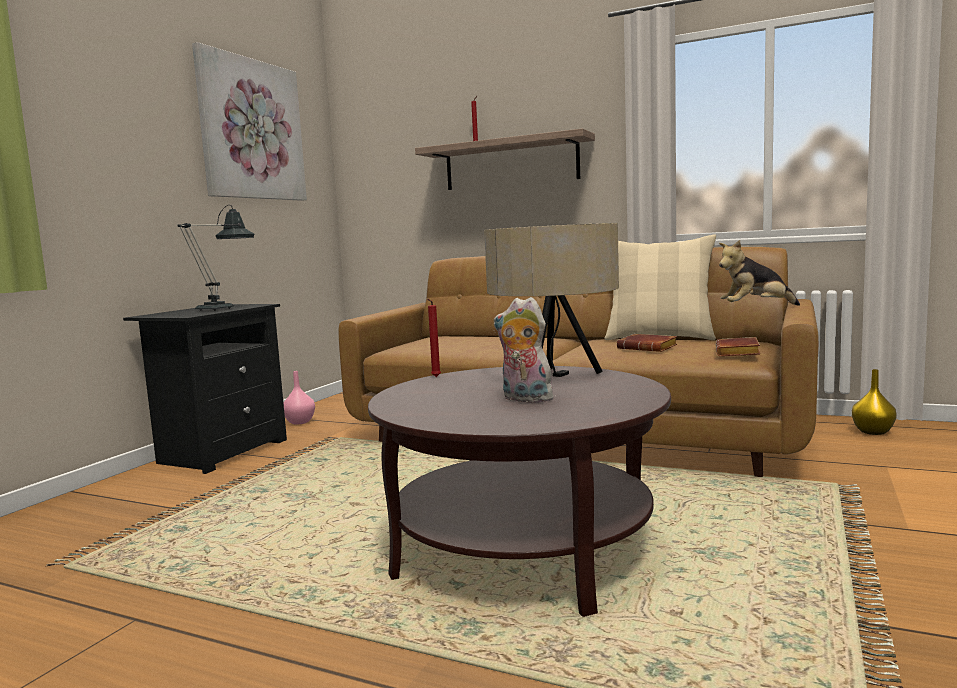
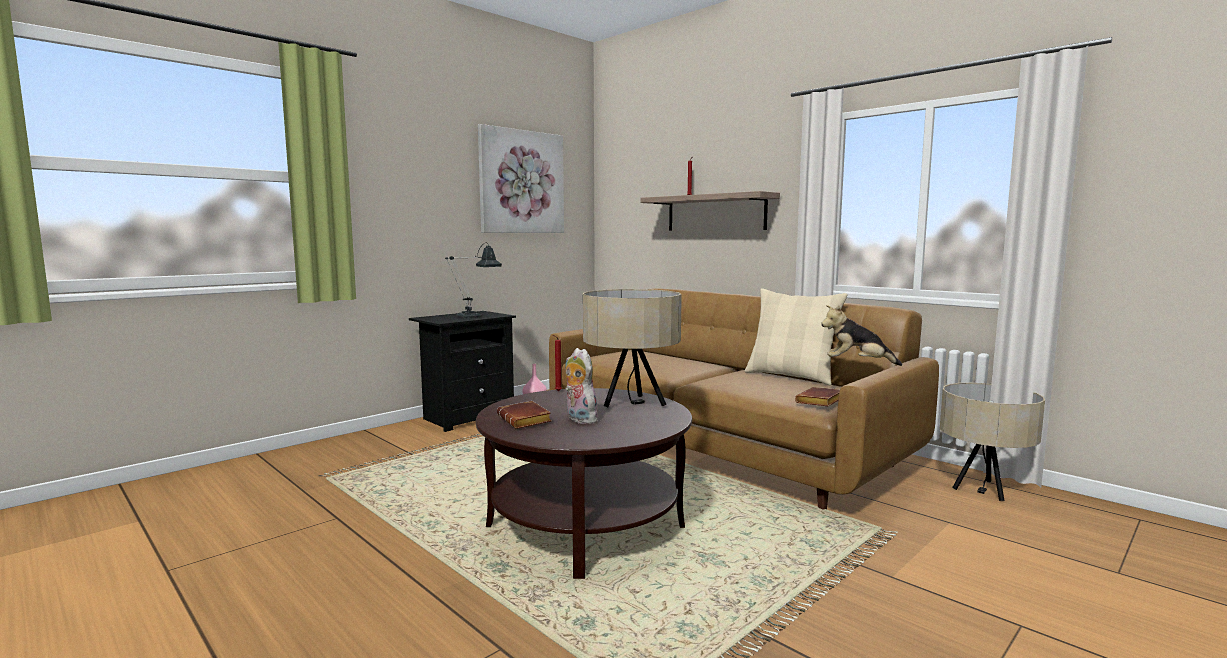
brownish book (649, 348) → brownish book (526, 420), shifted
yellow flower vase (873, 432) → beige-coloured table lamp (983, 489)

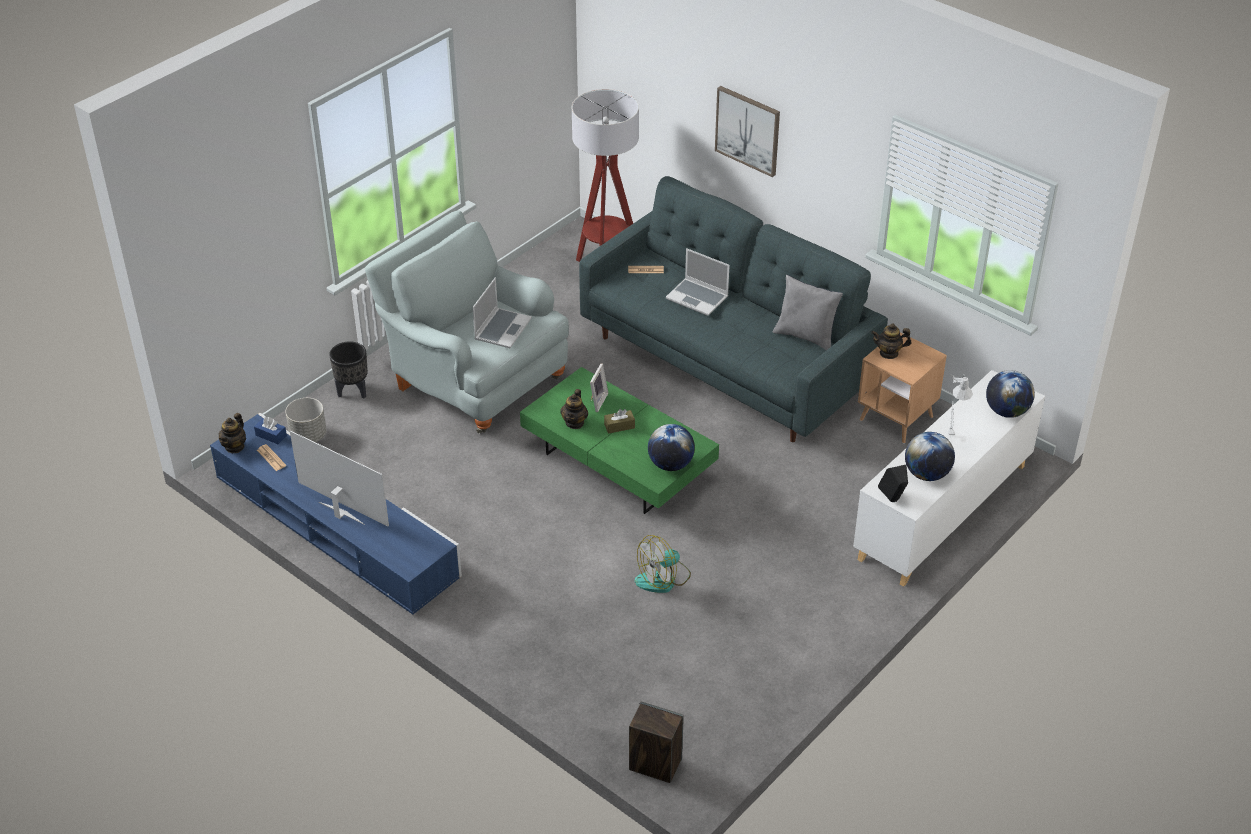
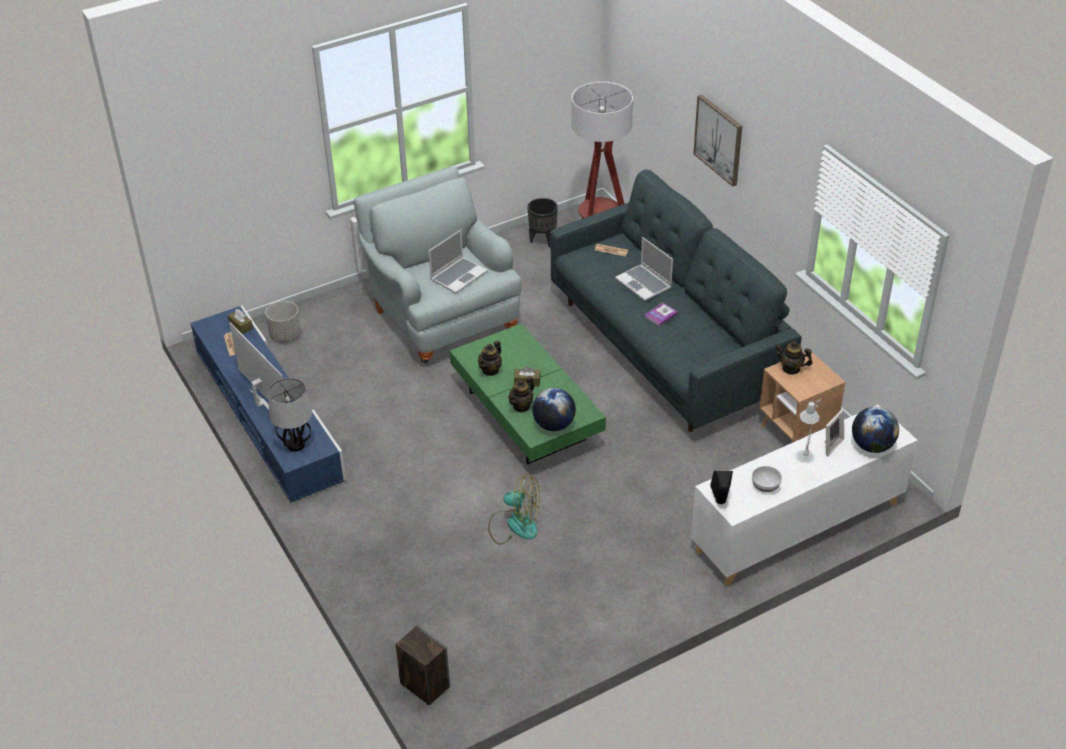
grey pillow (806, 336) → -
- → table lamp (296, 445)
- → book (661, 315)
pot for tea (234, 446) → pot for tea (521, 406), shifted
black-coloured planter (353, 391) → black-coloured planter (543, 240), shifted
standing frame (596, 401) → standing frame (829, 445), shifted
globe (927, 474) → serving bowl (765, 486)
blue tissue box (271, 435) → brownish tissue box (241, 326)
electric fan (663, 579) → electric fan (514, 524), 150 degrees counterclockwise

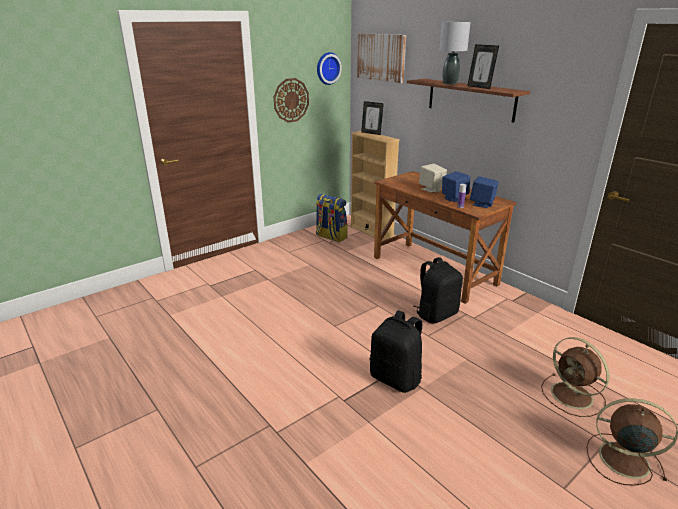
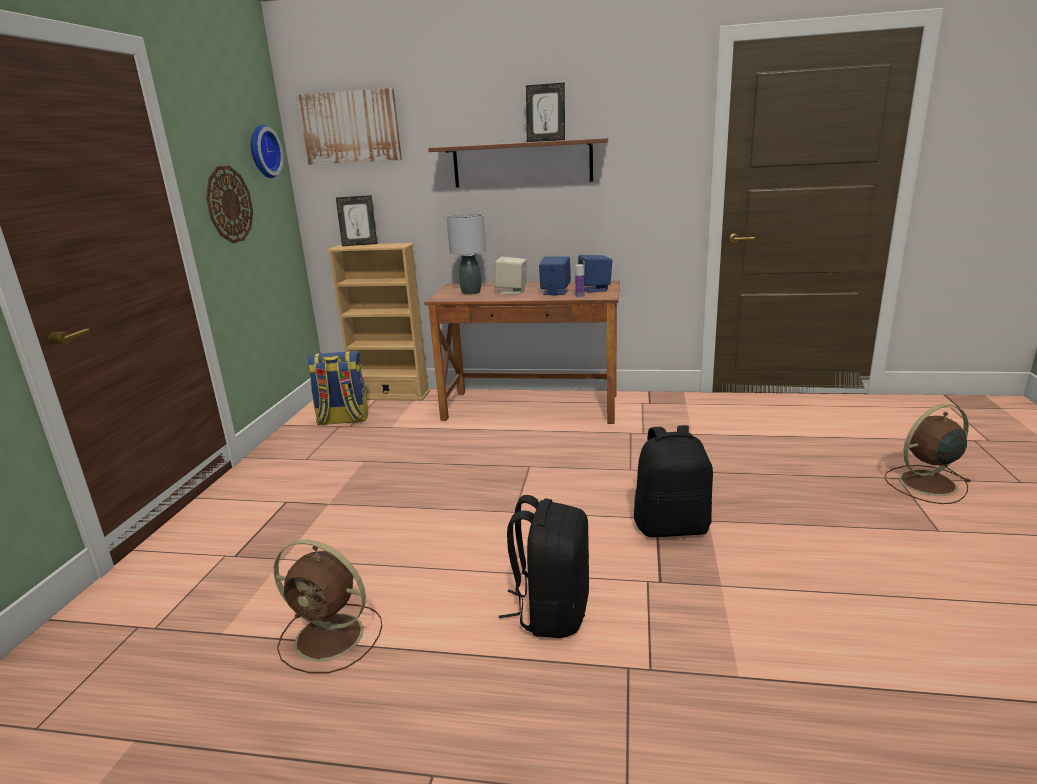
black-coloured backpack (436, 314) → black-coloured backpack (551, 611), shifted
grey table lamp (449, 83) → grey table lamp (471, 292), shifted
brownish electric fan (573, 396) → brownish electric fan (332, 637), shifted

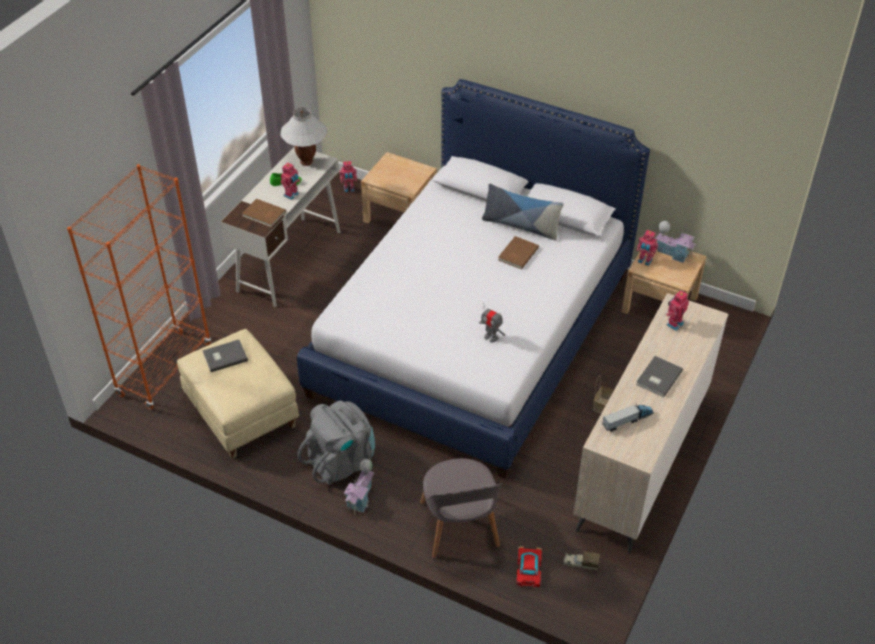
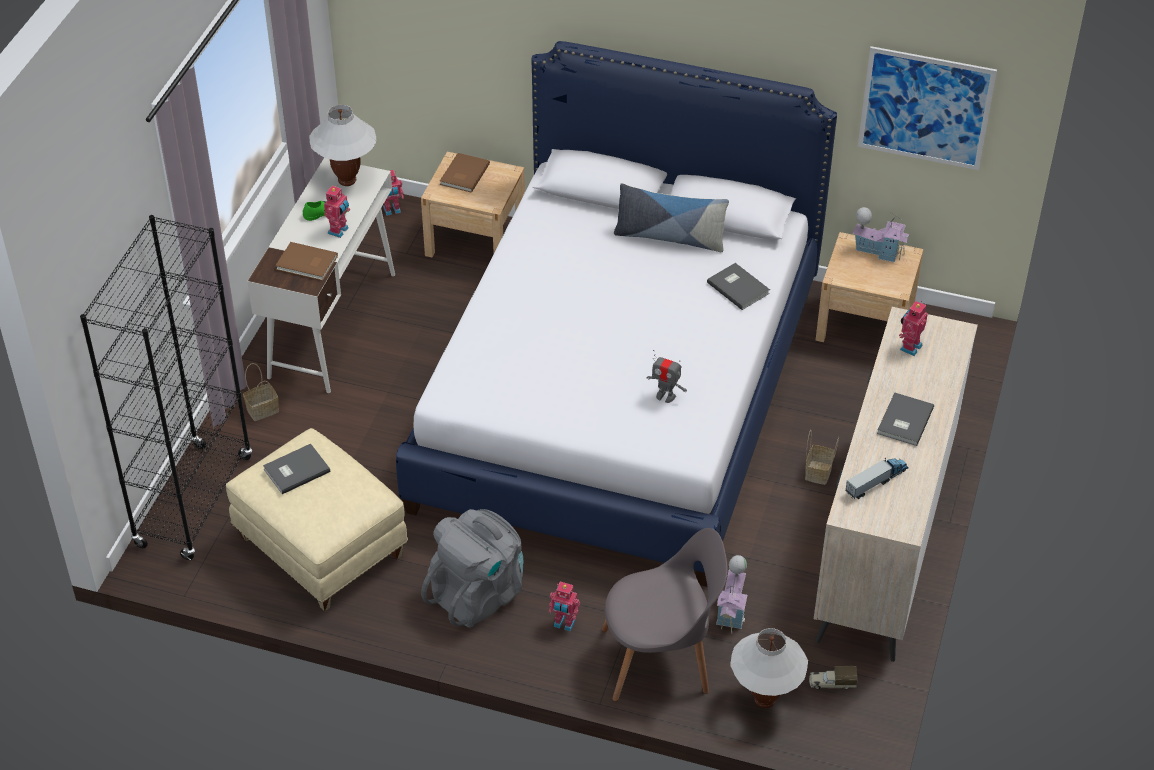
- → storage basket (262, 410)
- → grey book (738, 287)
- → picture (925, 108)
miniature house (361, 498) → miniature house (732, 610), shifted
brownish book (517, 254) → brownish book (463, 174), shifted
model robot (644, 261) → model robot (564, 624), shifted
miniature car (528, 569) → white table lamp (764, 700)
orange bookshelf (165, 369) → black-coloured bookshelf (194, 501)
grey plain chair (459, 527) → grey plain chair (661, 659), 75 degrees counterclockwise

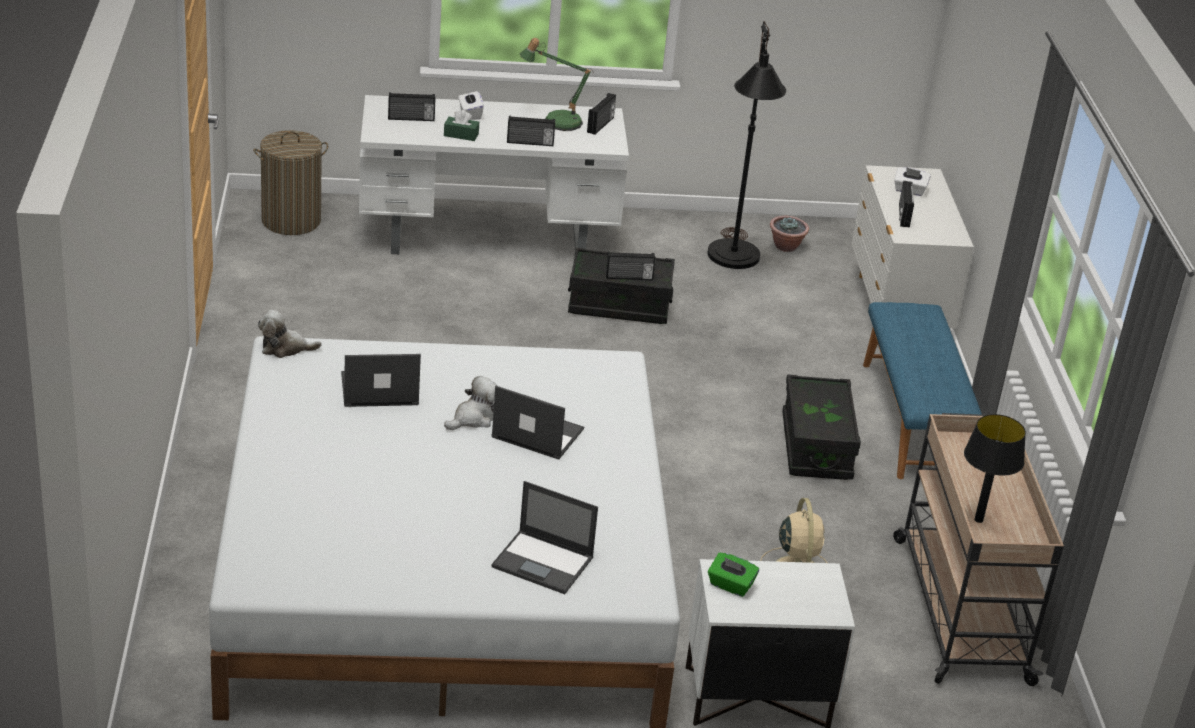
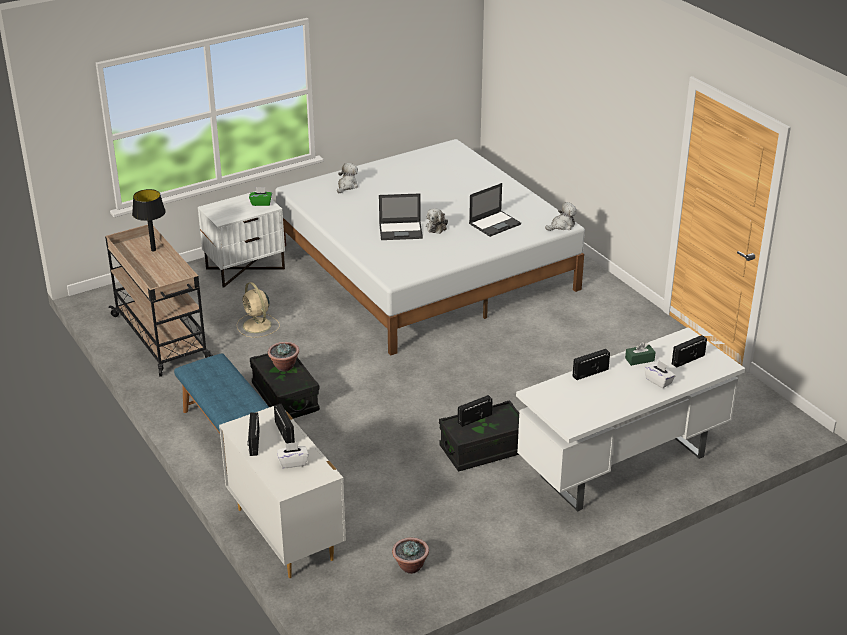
hamper (291, 221) → -
table lamp (556, 121) → -
black-coloured standard lamp (733, 263) → -
- → houseplant (284, 366)
radio receiver (601, 125) → radio receiver (253, 443), shifted
laptop (544, 562) → soft toy (347, 186)

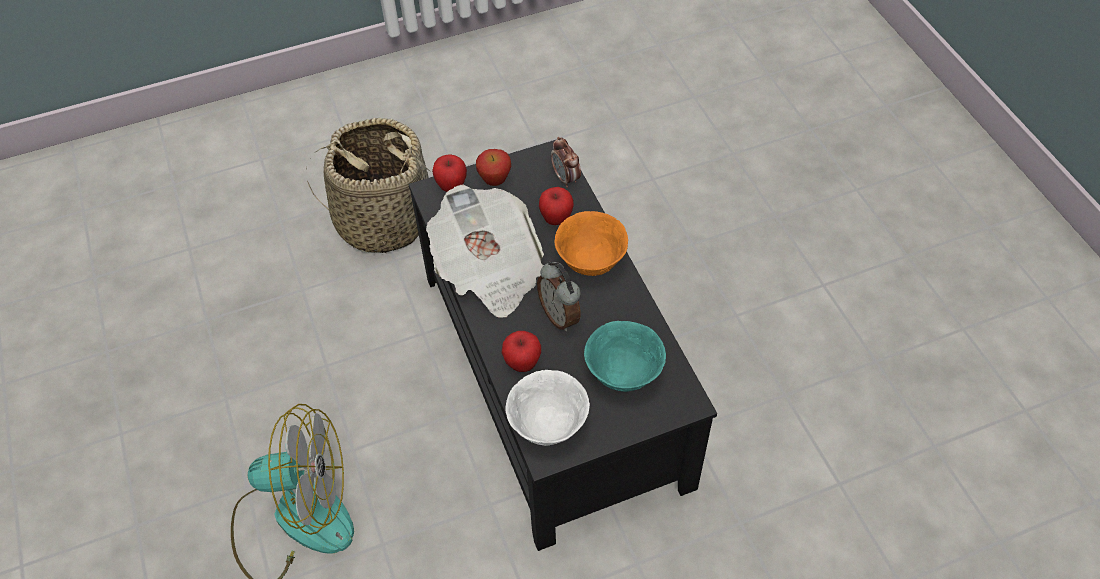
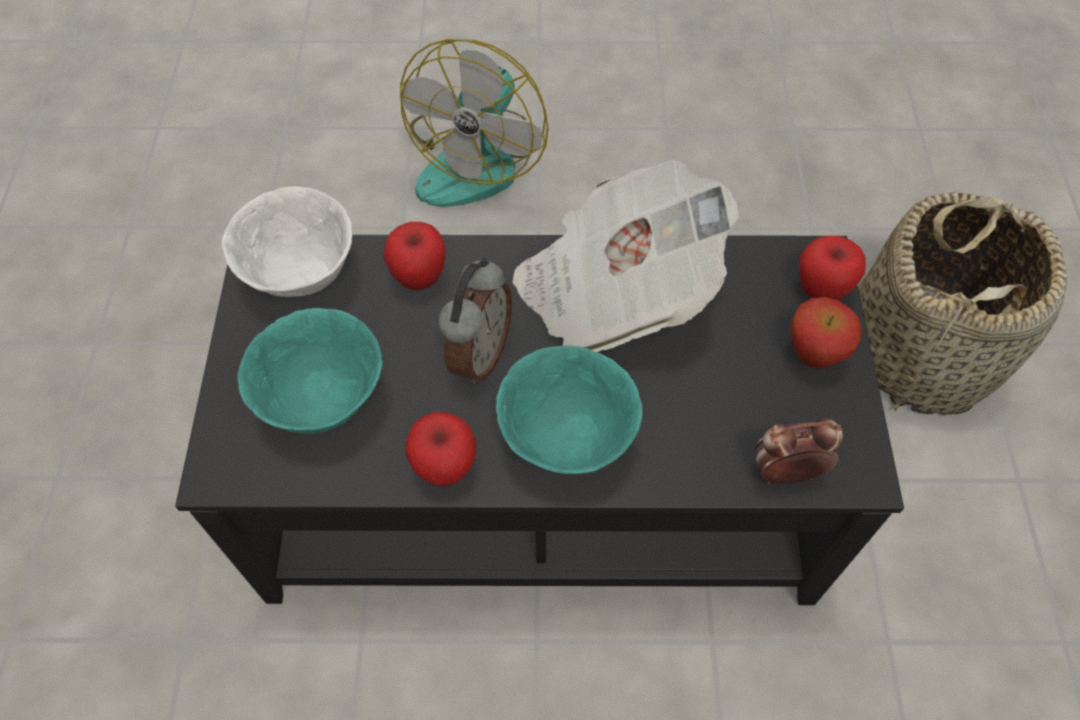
apple (556, 219) → apple (445, 468), shifted
orange serving bowl (591, 262) → turquoise serving bowl (567, 439)
table clock (560, 315) → table clock (478, 354), 120 degrees clockwise

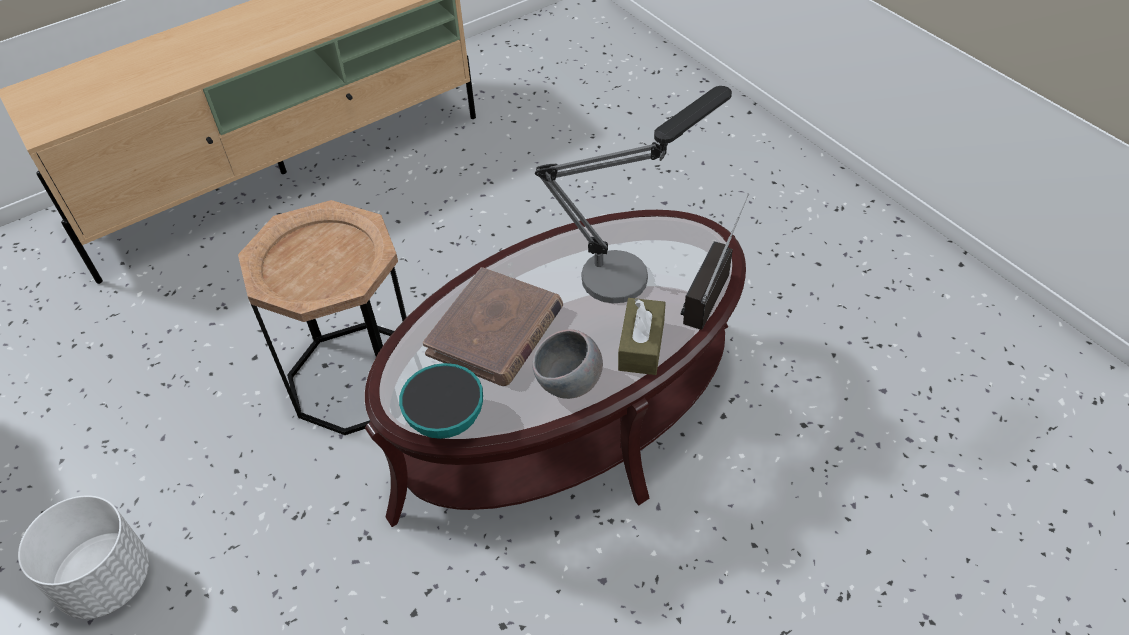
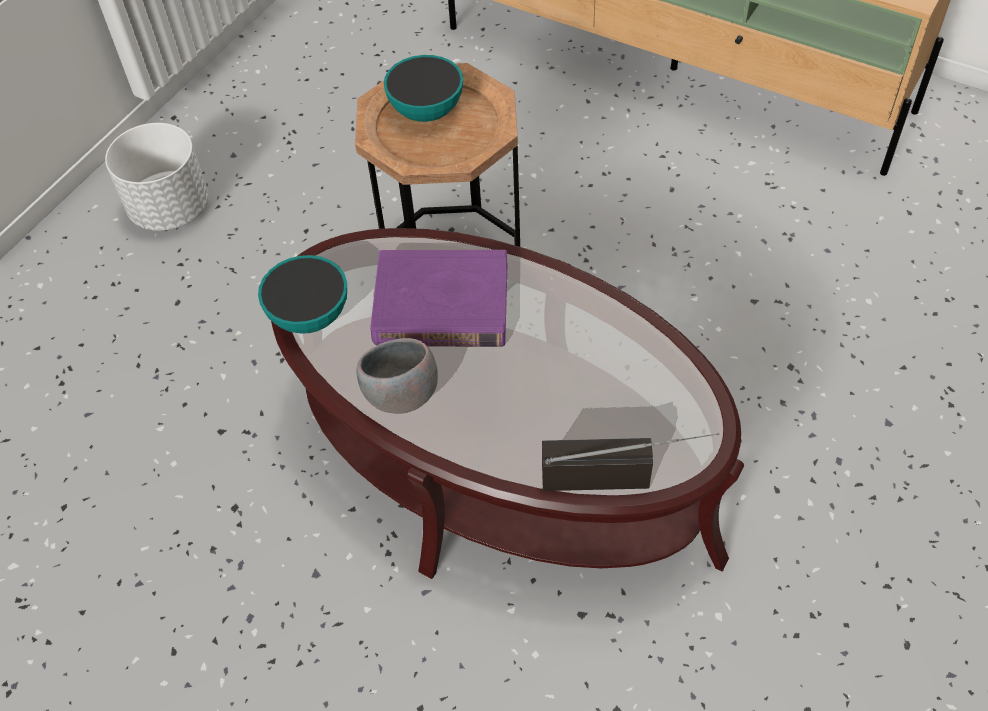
table lamp (631, 269) → -
brownish tissue box (641, 345) → -
- → serving bowl (426, 111)
brownish book (495, 331) → purple book (441, 305)

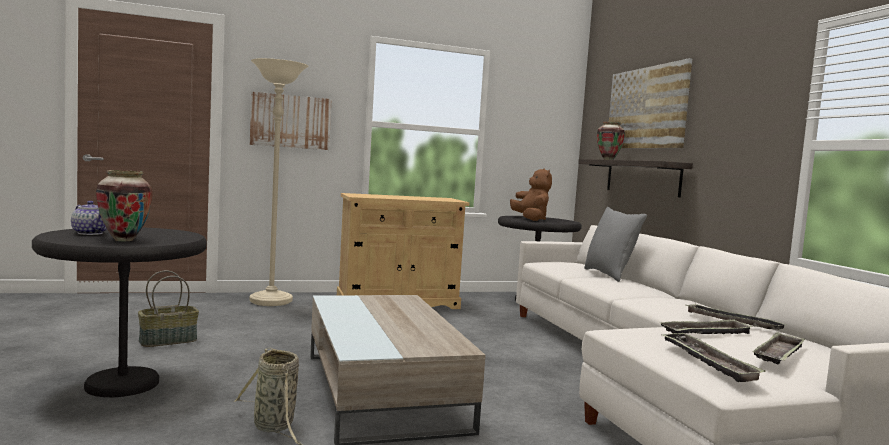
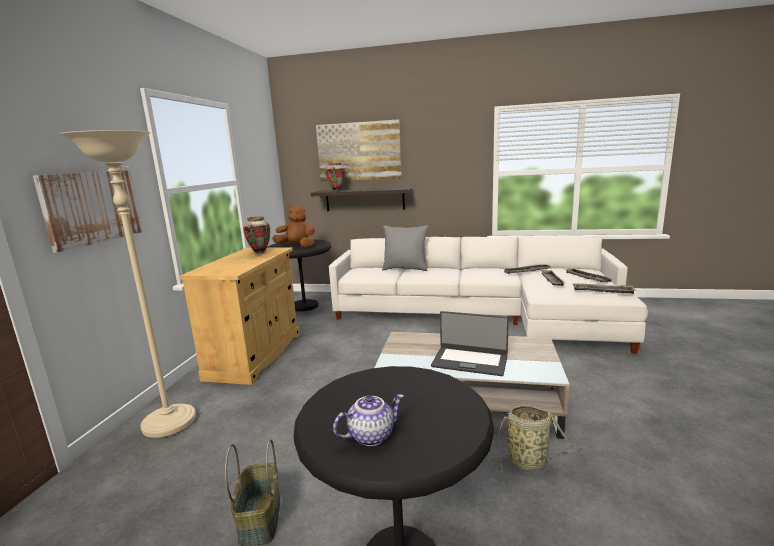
- → laptop (470, 361)
flower vase (124, 240) → flower vase (260, 252), shifted

